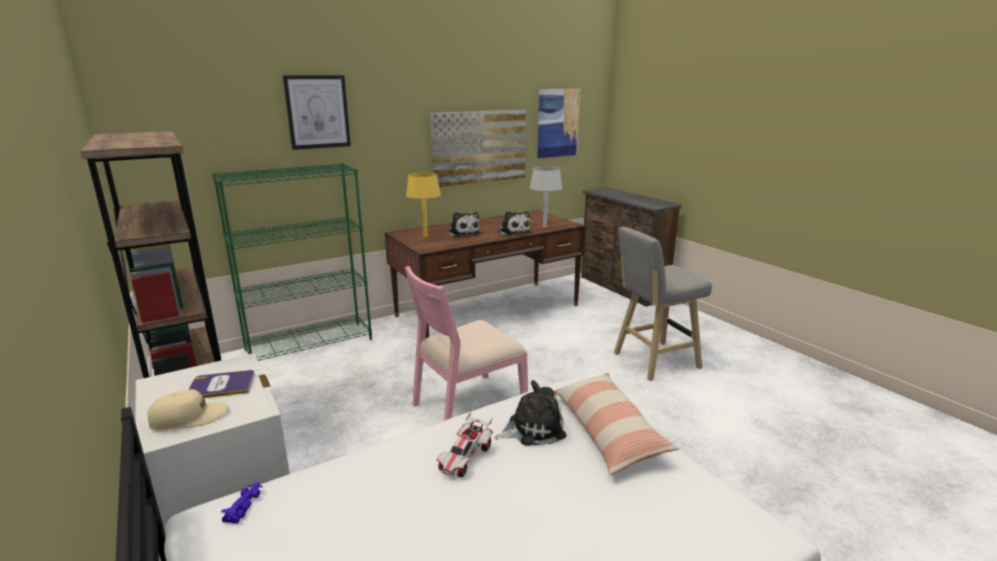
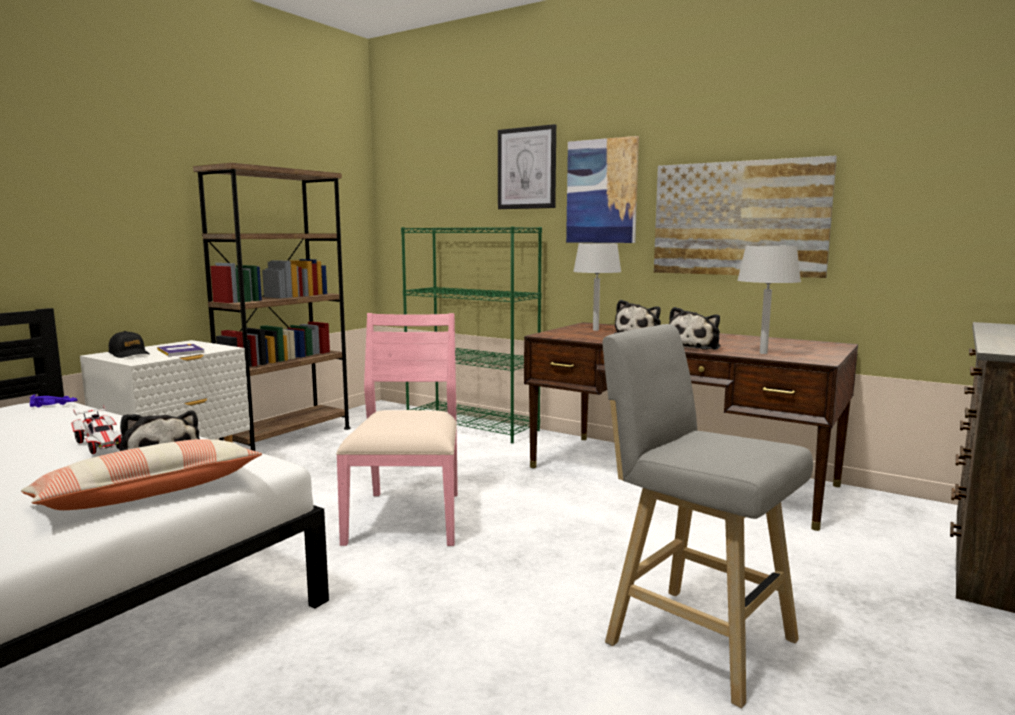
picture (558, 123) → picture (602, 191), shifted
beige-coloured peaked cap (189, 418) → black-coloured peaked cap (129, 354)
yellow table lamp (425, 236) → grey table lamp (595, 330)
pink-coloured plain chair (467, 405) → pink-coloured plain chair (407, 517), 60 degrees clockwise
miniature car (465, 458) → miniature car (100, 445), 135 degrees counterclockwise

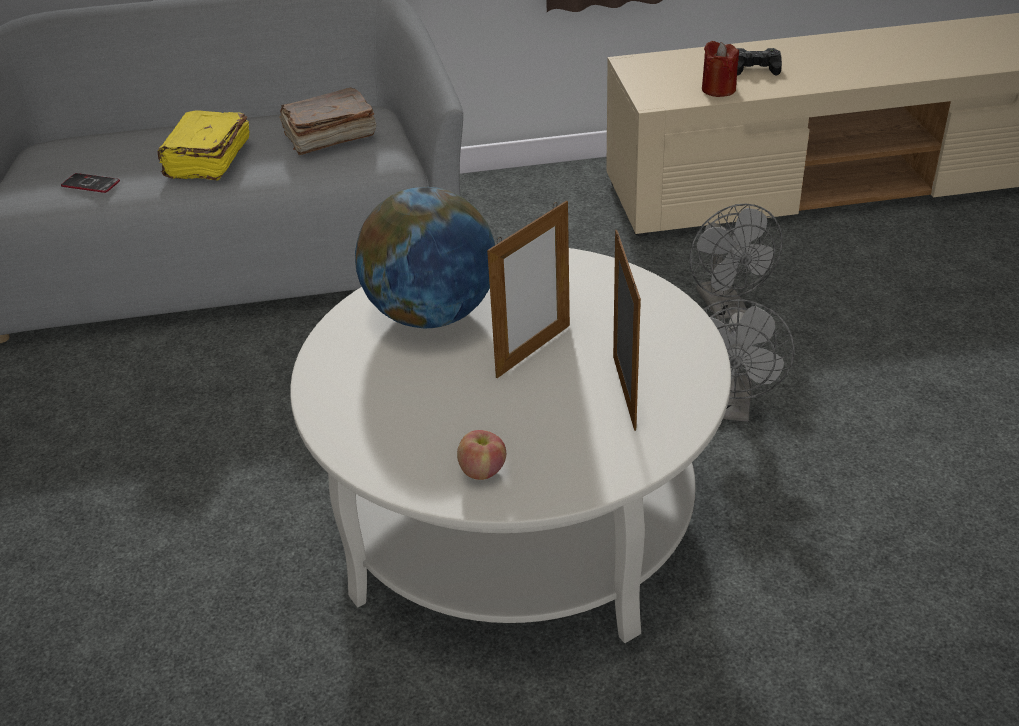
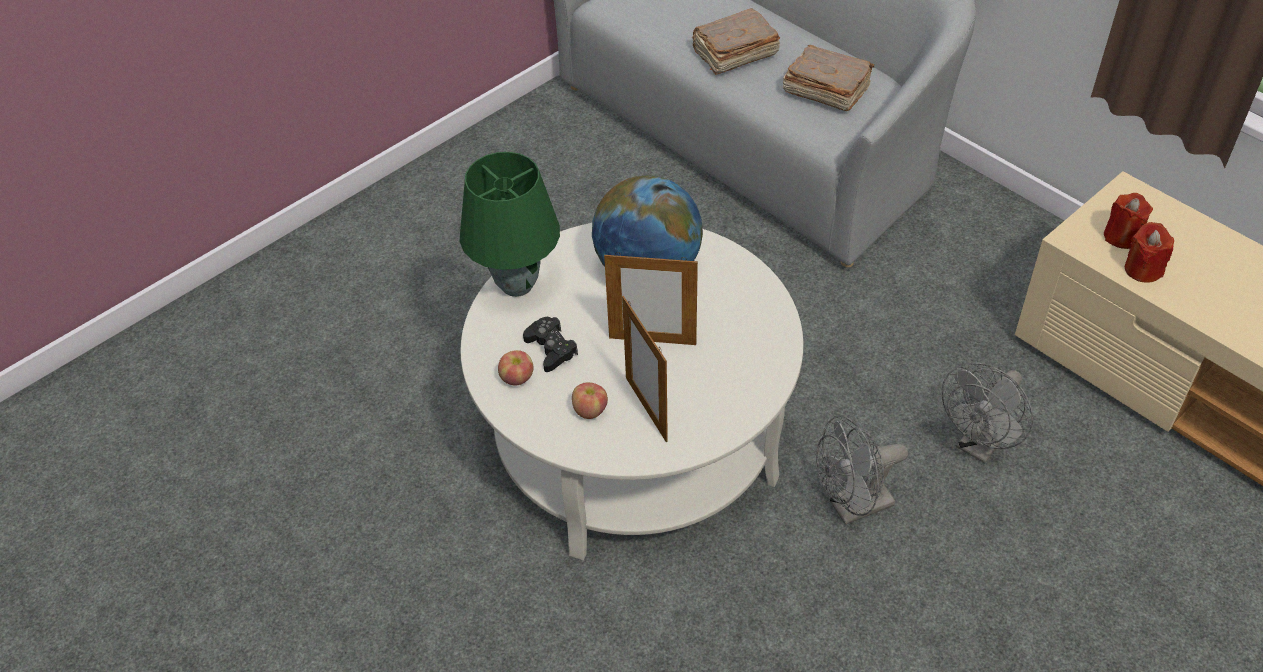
telephone (91, 184) → -
- → green-coloured table lamp (516, 284)
- → apple (590, 410)
- → reddish candle (1121, 236)
black-coloured joypad (755, 68) → black-coloured joypad (551, 348), shifted
yellow book (207, 161) → brownish book (733, 54)
standing frame (624, 392) → standing frame (646, 409), 105 degrees clockwise

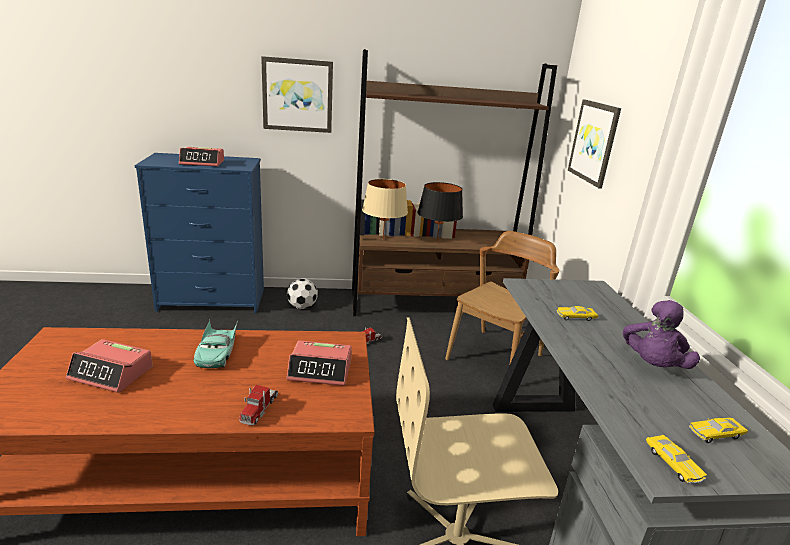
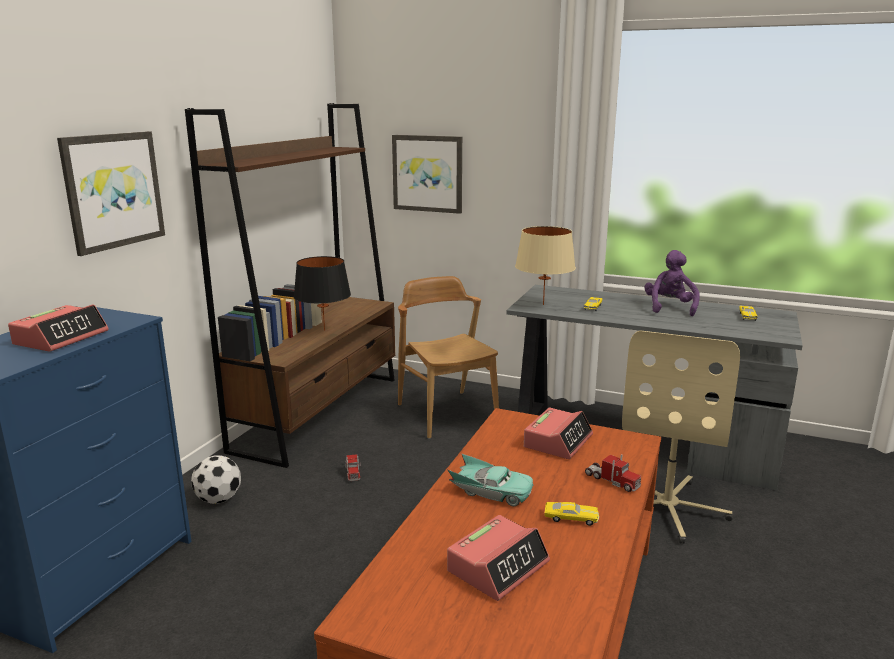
beige-coloured table lamp (382, 239) → beige-coloured table lamp (543, 305), shifted
yellow miniature car (673, 464) → yellow miniature car (571, 518), shifted
purple soft toy (652, 365) → purple soft toy (669, 308), 135 degrees counterclockwise

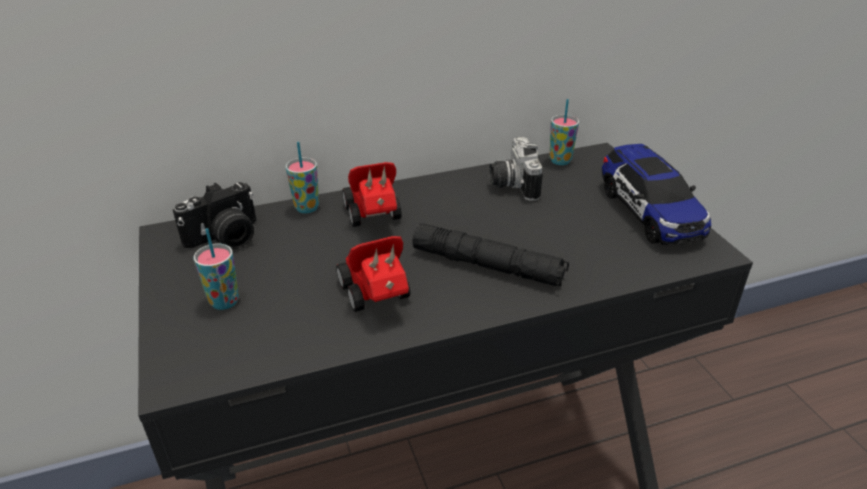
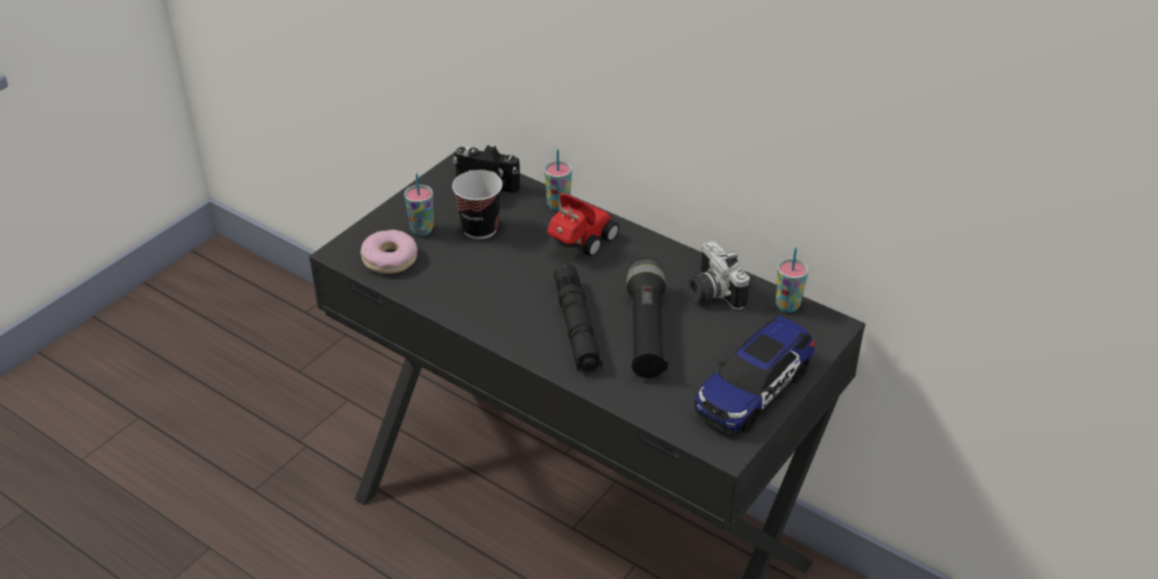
miniature car (377, 298) → -
- → donut (389, 259)
- → small cup (480, 228)
- → black-coloured flashlight (646, 331)
still camera (511, 184) → still camera (711, 292), 75 degrees counterclockwise

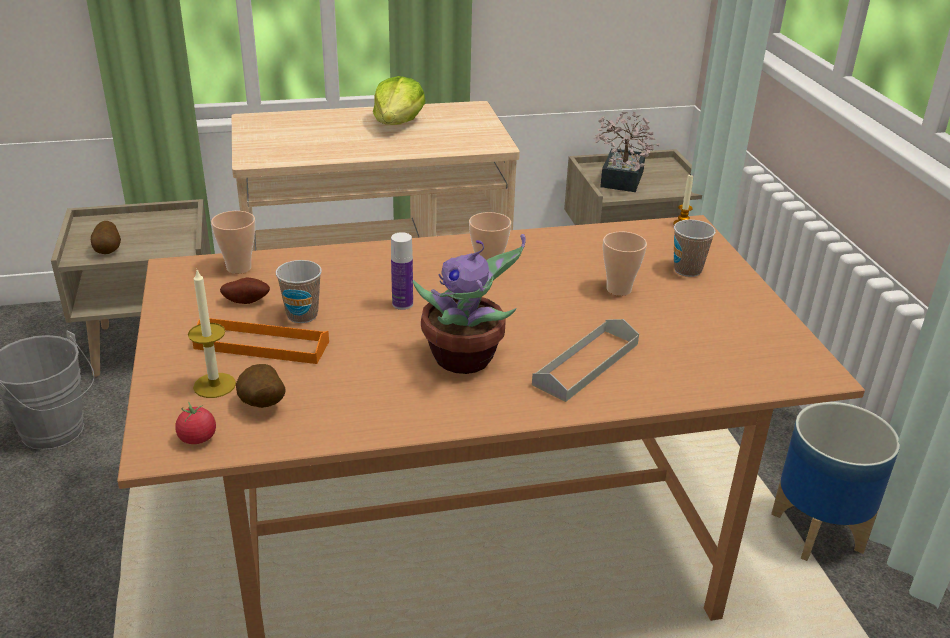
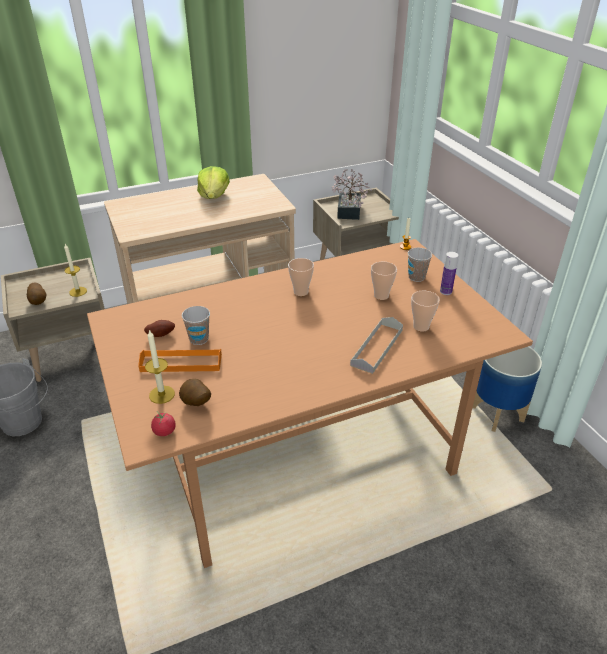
houseplant (466, 359) → -
- → candle (78, 291)
small cup (239, 268) → small cup (421, 326), shifted
drink bottle (402, 304) → drink bottle (446, 291), shifted

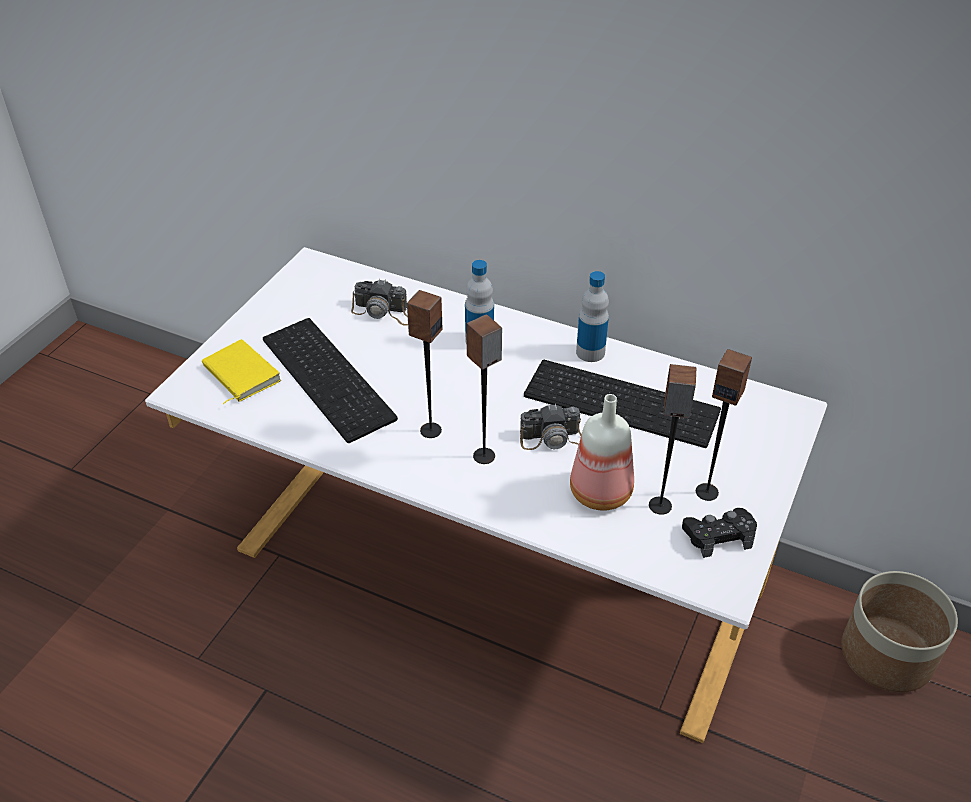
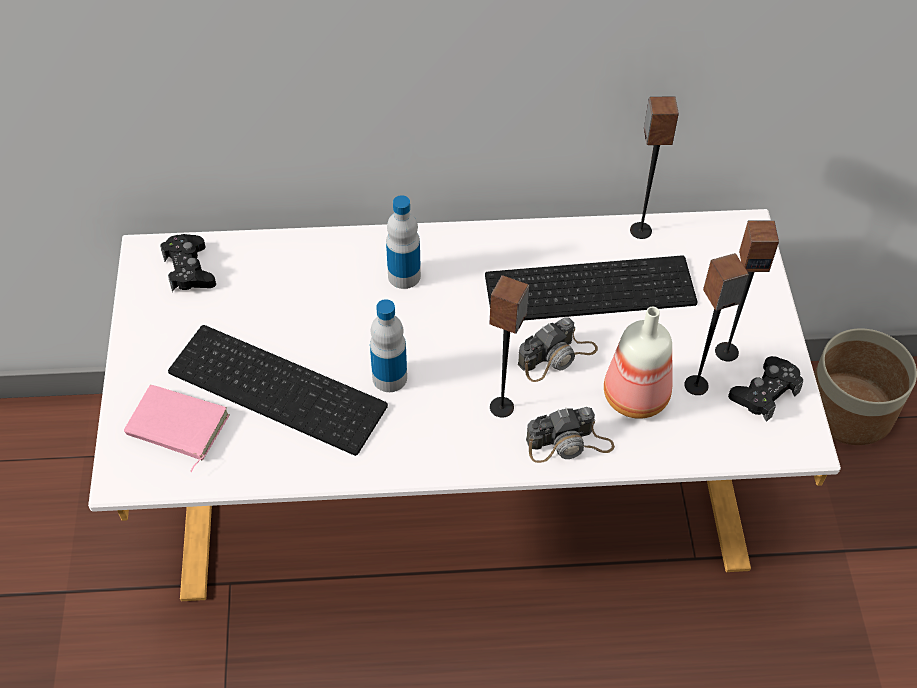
- → black-coloured joypad (189, 269)
still camera (383, 312) → still camera (569, 444), shifted
audio speaker (430, 430) → audio speaker (640, 230), shifted
drink bottle (590, 352) → drink bottle (389, 378), shifted
yellow book (239, 375) → pink-coloured book (176, 428)

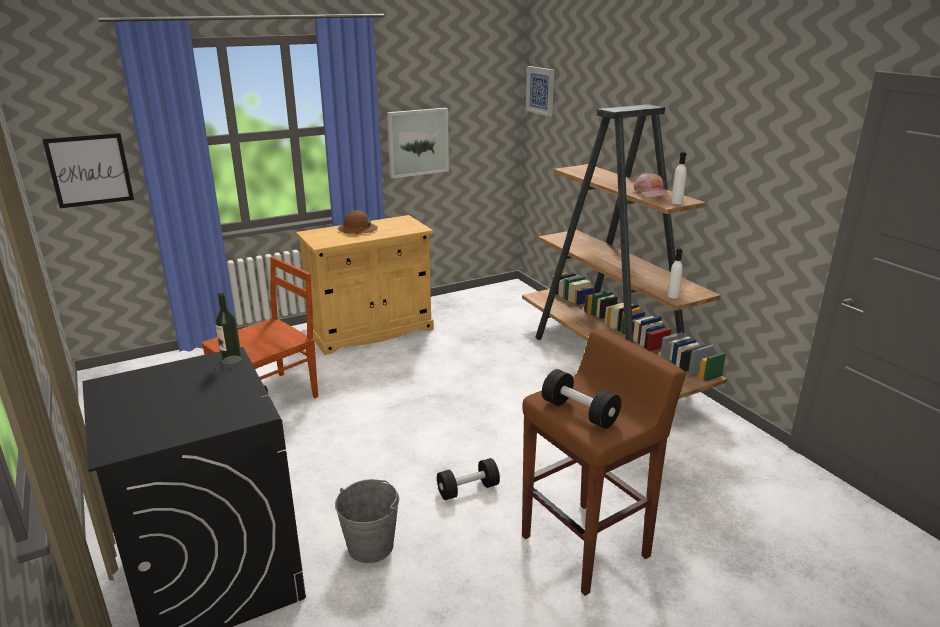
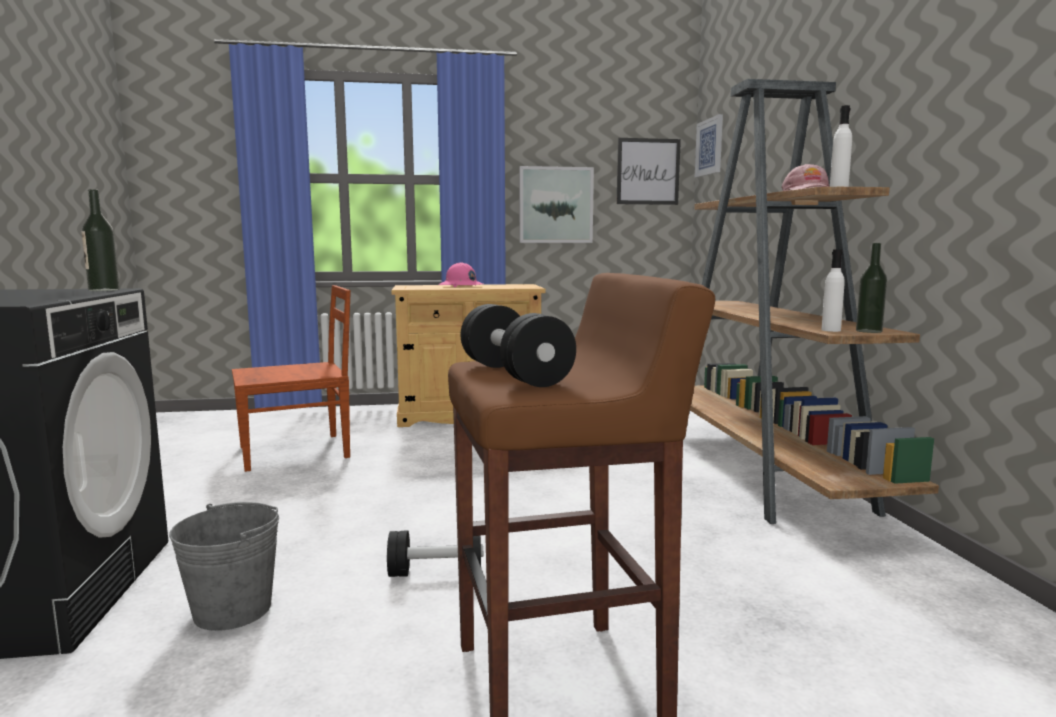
- → drink bottle (869, 331)
picture (90, 170) → picture (648, 171), shifted
brownish hard hat (357, 229) → pink-coloured hard hat (461, 286)

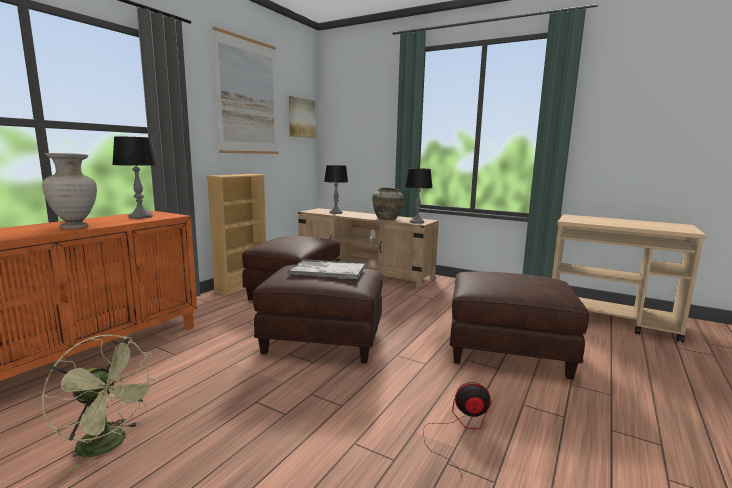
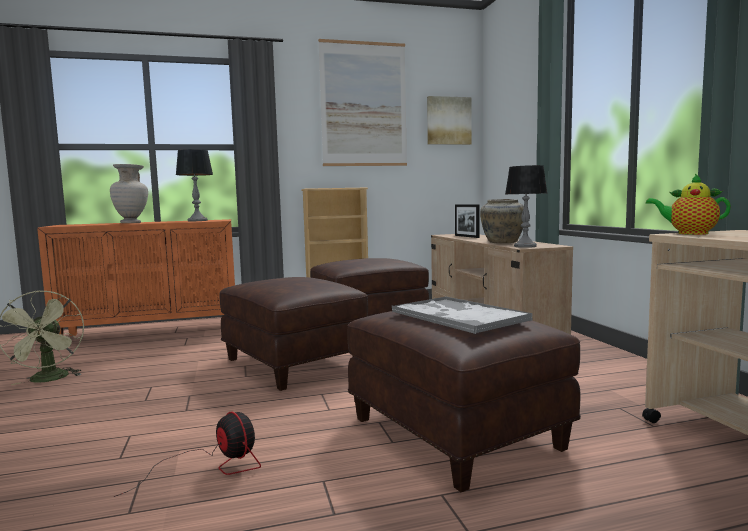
- → pot for tea (689, 233)
carrying tray (327, 270) → carrying tray (457, 315), shifted
table lamp (336, 213) → standing frame (466, 236)

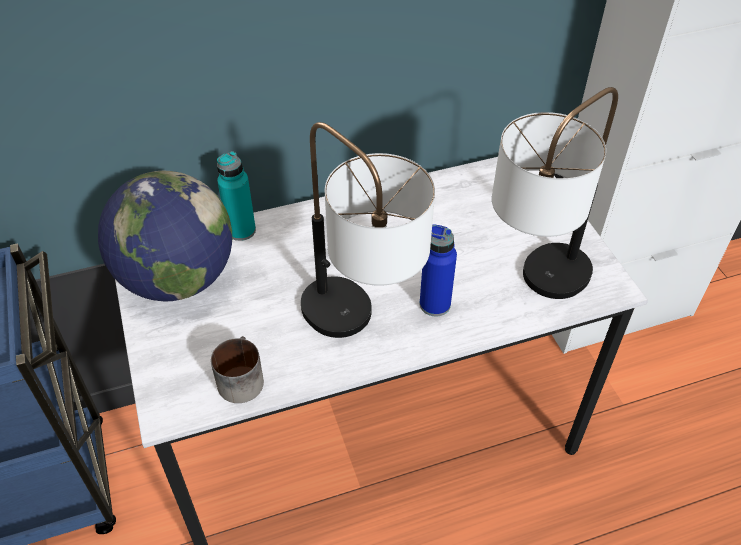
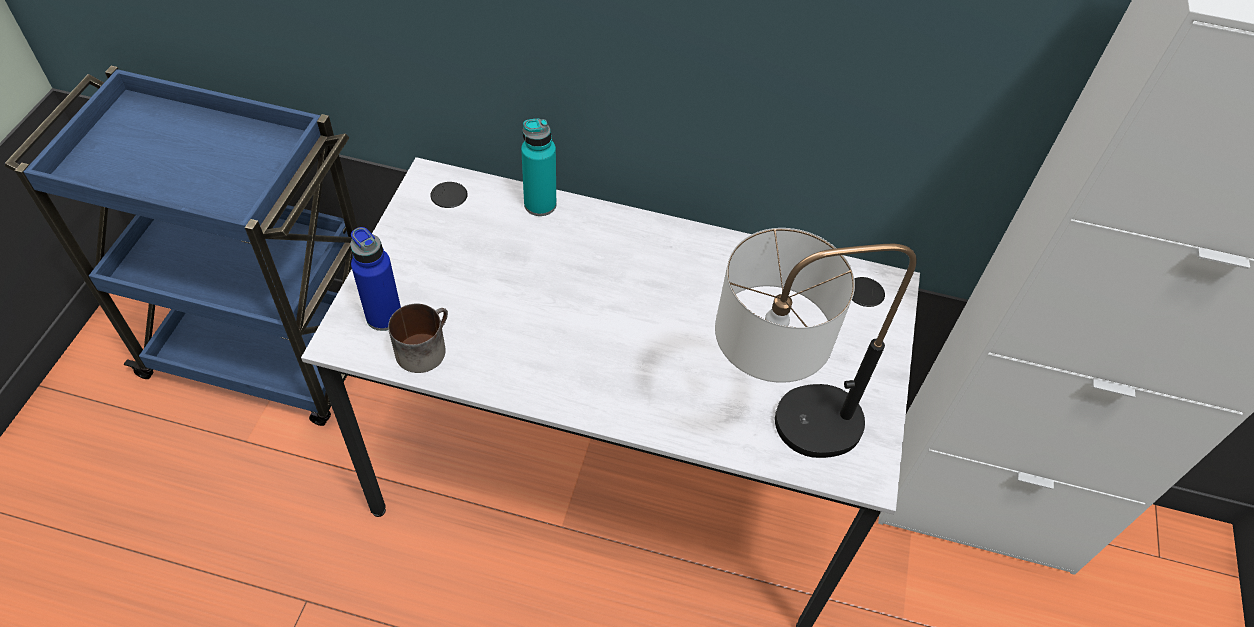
globe (177, 279) → -
table lamp (359, 332) → -
blue drink bottle (435, 304) → blue drink bottle (384, 316), shifted

